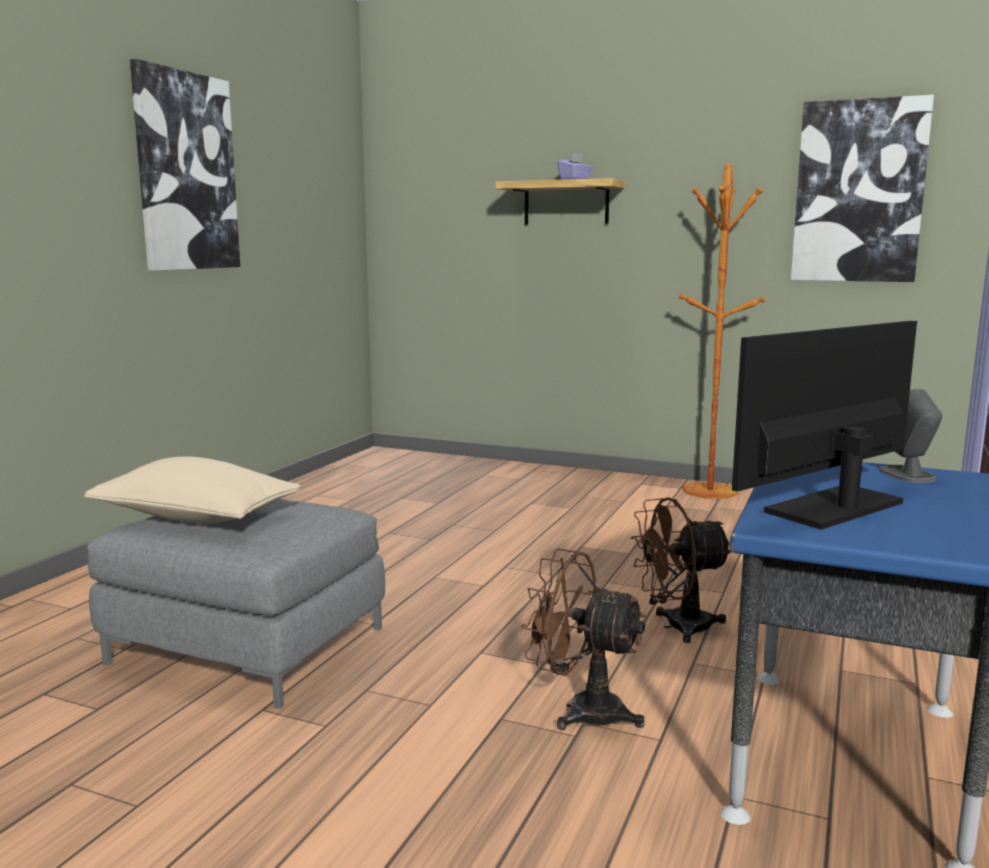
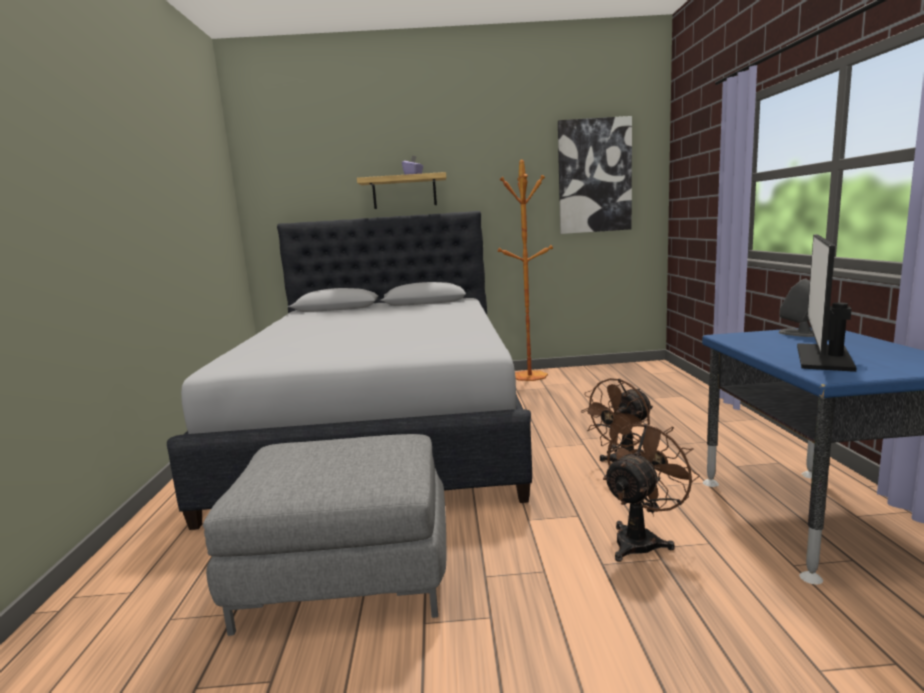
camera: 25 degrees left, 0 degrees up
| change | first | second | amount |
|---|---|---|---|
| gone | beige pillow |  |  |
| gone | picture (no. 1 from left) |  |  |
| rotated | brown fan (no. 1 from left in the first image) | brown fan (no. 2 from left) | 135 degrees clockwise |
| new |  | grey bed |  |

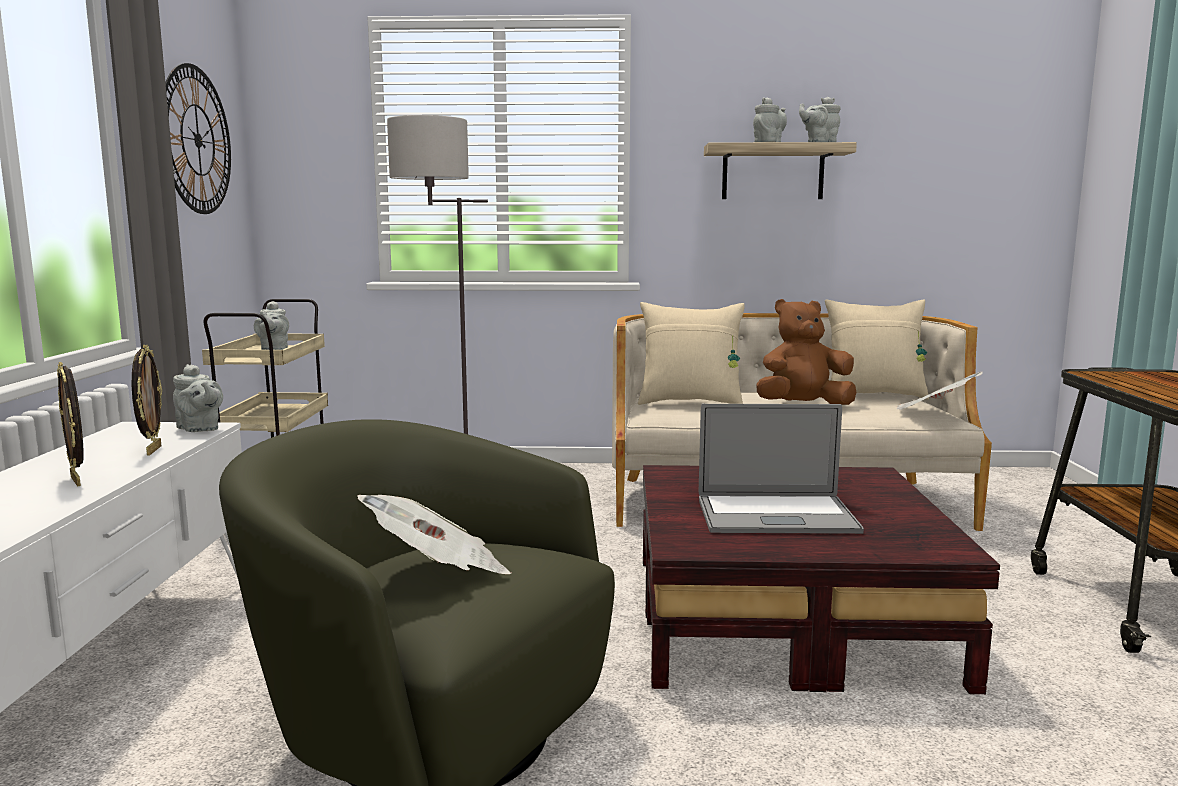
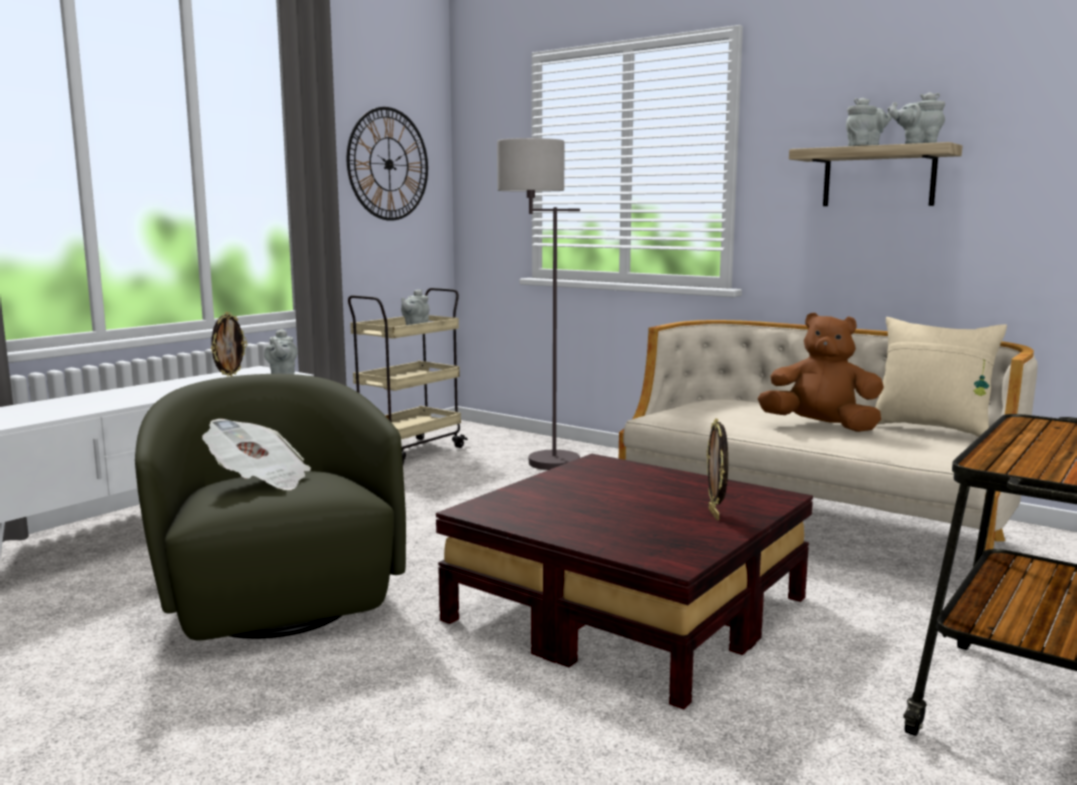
camera: 35 degrees right, 0 degrees up
| change | first | second | amount |
|---|---|---|---|
| shifted | picture frame (no. 1 from left in the first image) | picture frame (no. 2 from left) |  |
| gone | beige pillow (no. 1 from left) |  |  |
| gone | laptop |  |  |
| gone | newspaper (no. 2 from left) |  |  |

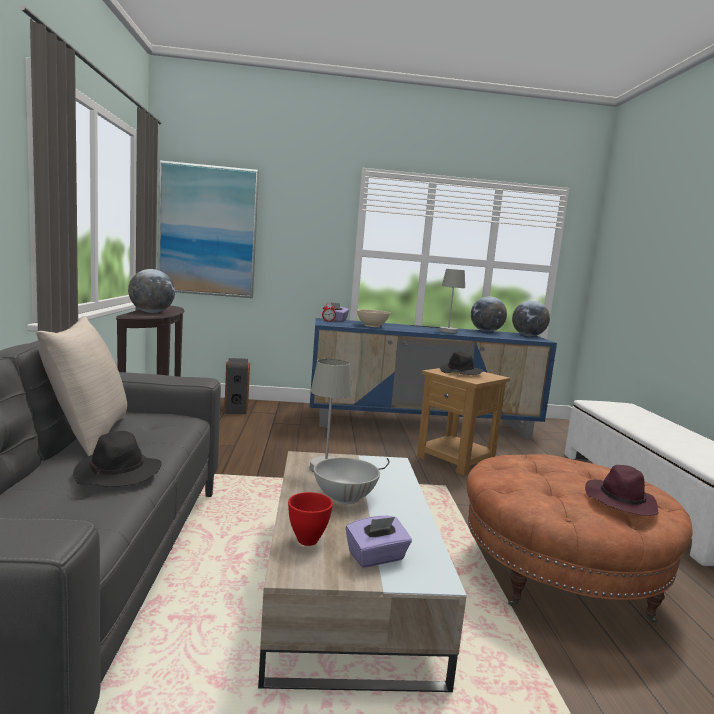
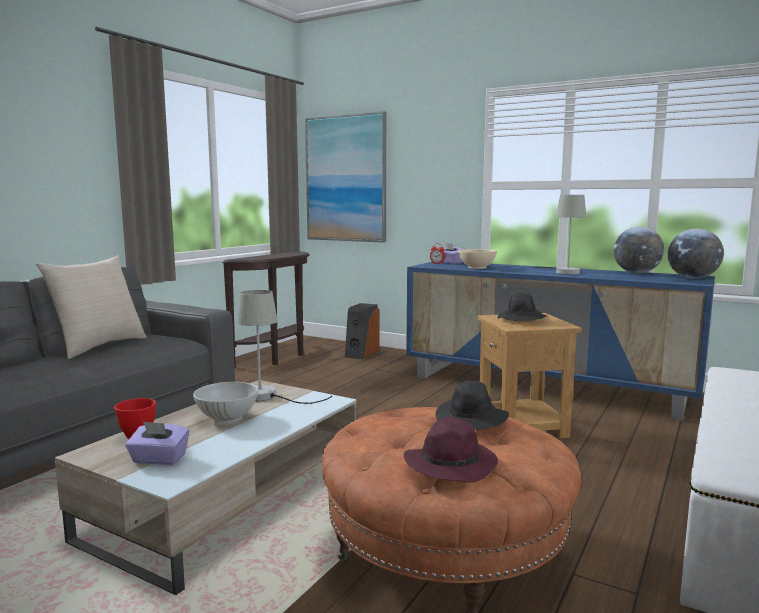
camera: 35 degrees right, 0 degrees up
| change | first | second | amount |
|---|---|---|---|
| shifted | black hat (no. 1 from left) |  |  |
| gone | globe (no. 1 from left) |  |  |

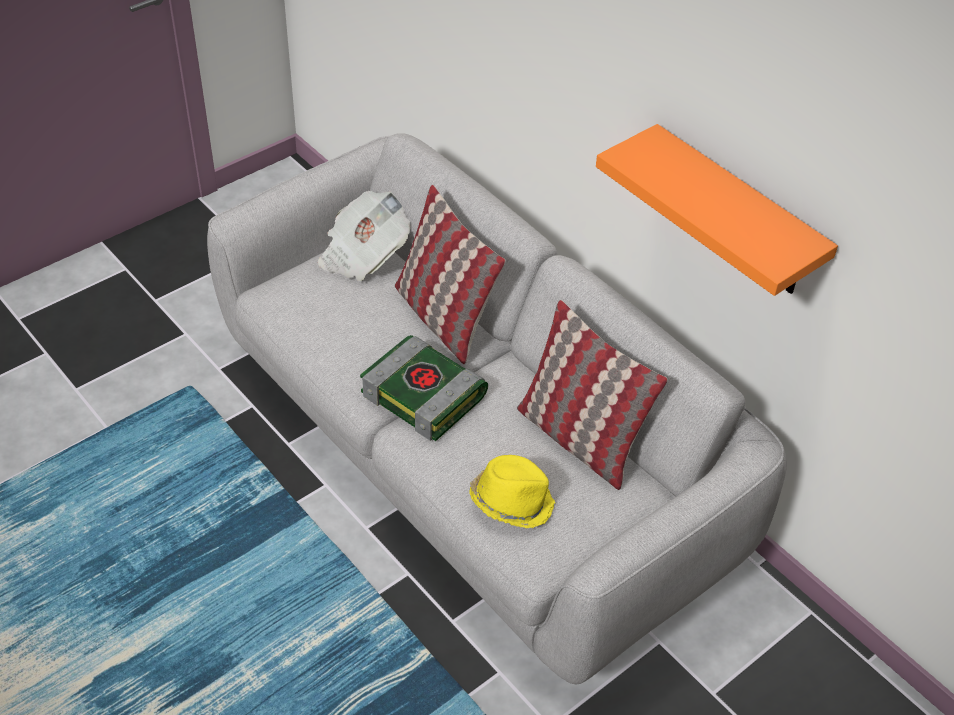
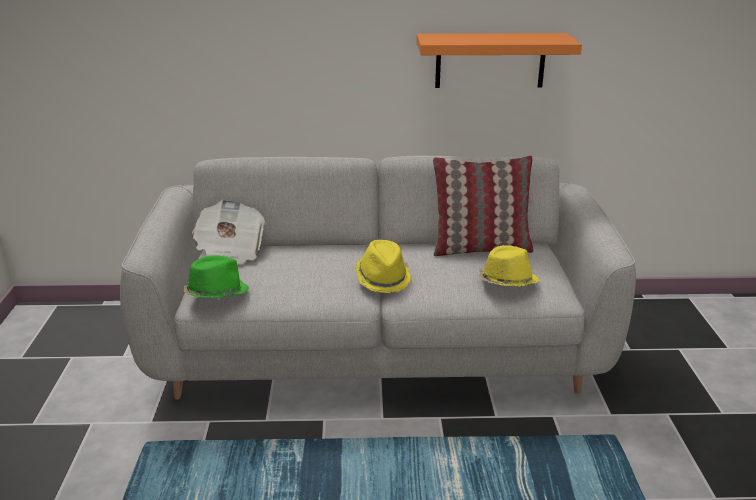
camera: 50 degrees left, 20 degrees down
| change | first | second | amount |
|---|---|---|---|
| swapped | book | yellow hat (no. 1 from left) |  |
| gone | pillow (no. 1 from left) |  |  |
| new |  | green hat |  |

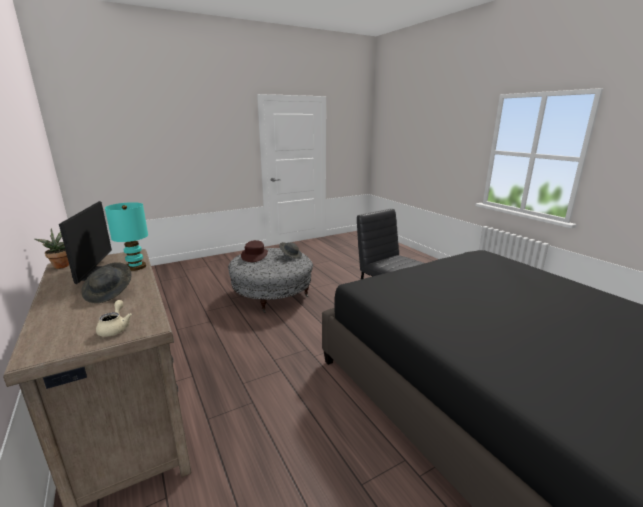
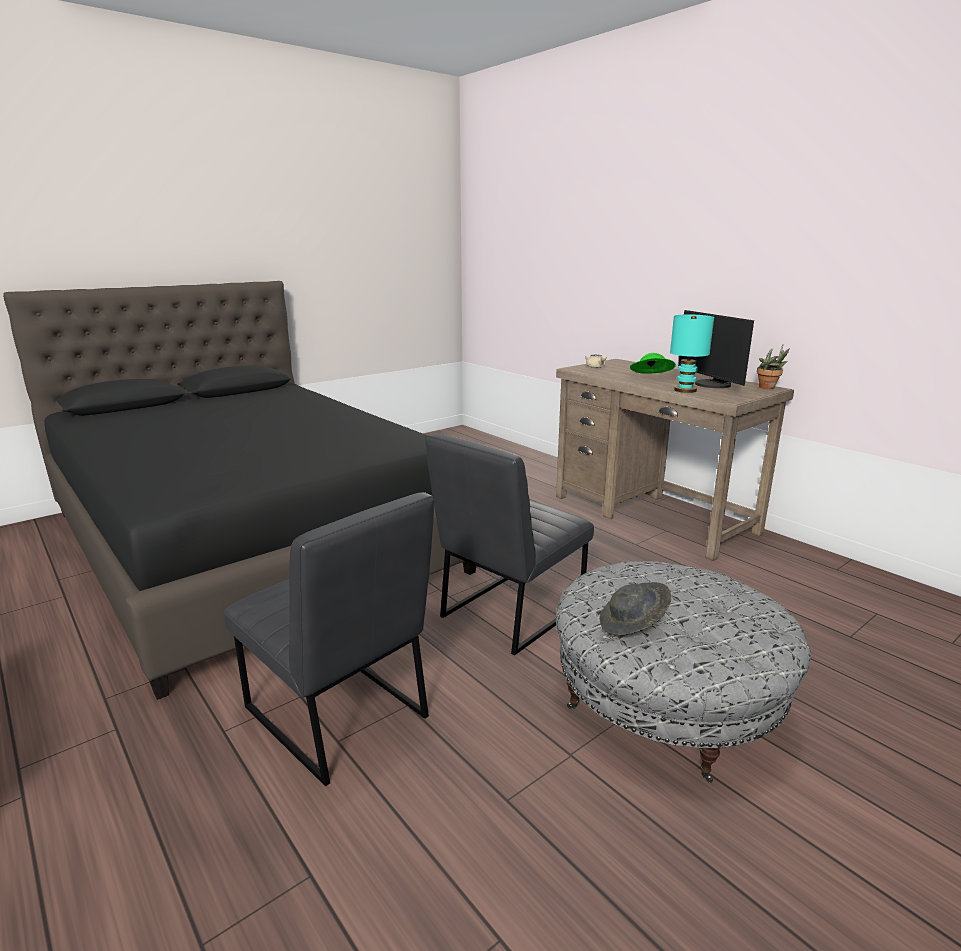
camera: 170 degrees right, 0 degrees up
| change | first | second | amount |
|---|---|---|---|
| repainted | grey hat (no. 1 from left) | green hat |  |
| gone | brown hat |  |  |
| new |  | grey chair (no. 2 from left) |  |

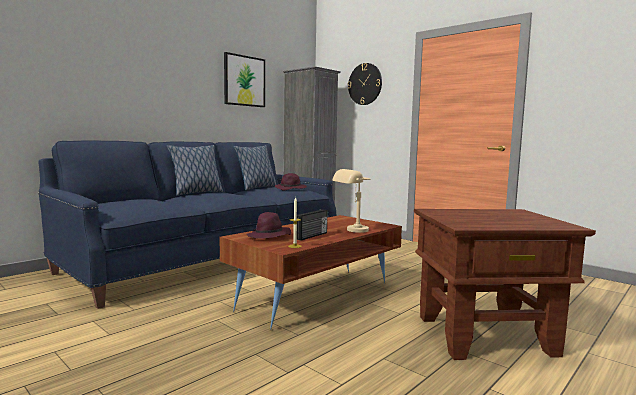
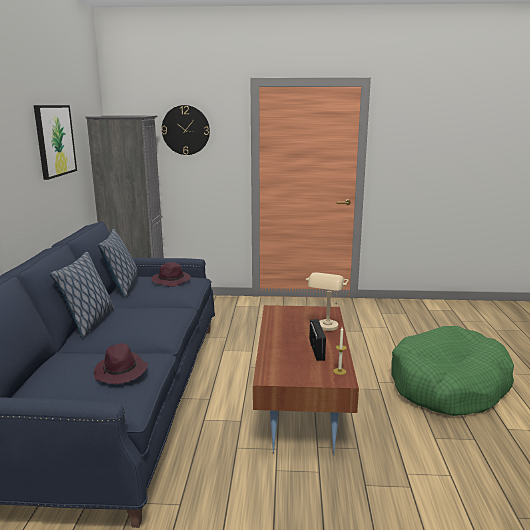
camera: 40 degrees left, 10 degrees up
| change | first | second | amount |
|---|---|---|---|
| shifted | purple hat (no. 1 from left) |  |  |
| swapped | brown side table | green dog bed |  |

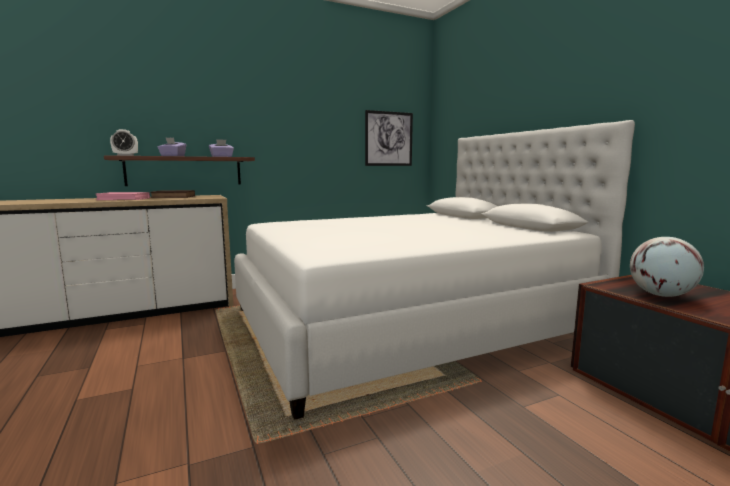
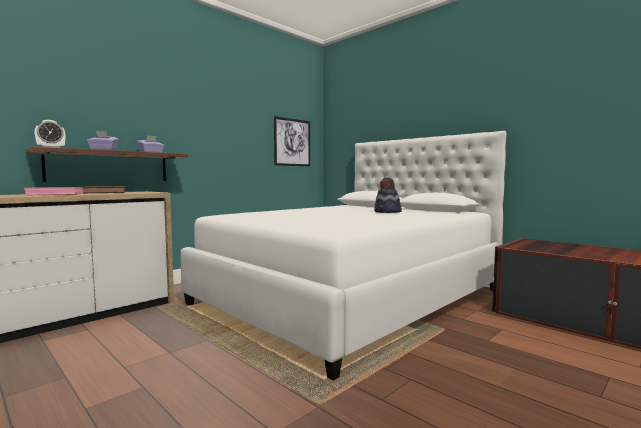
camera: 20 degrees left, 5 degrees down
| change | first | second | amount |
|---|---|---|---|
| gone | globe |  |  |
| new |  | hat |  |

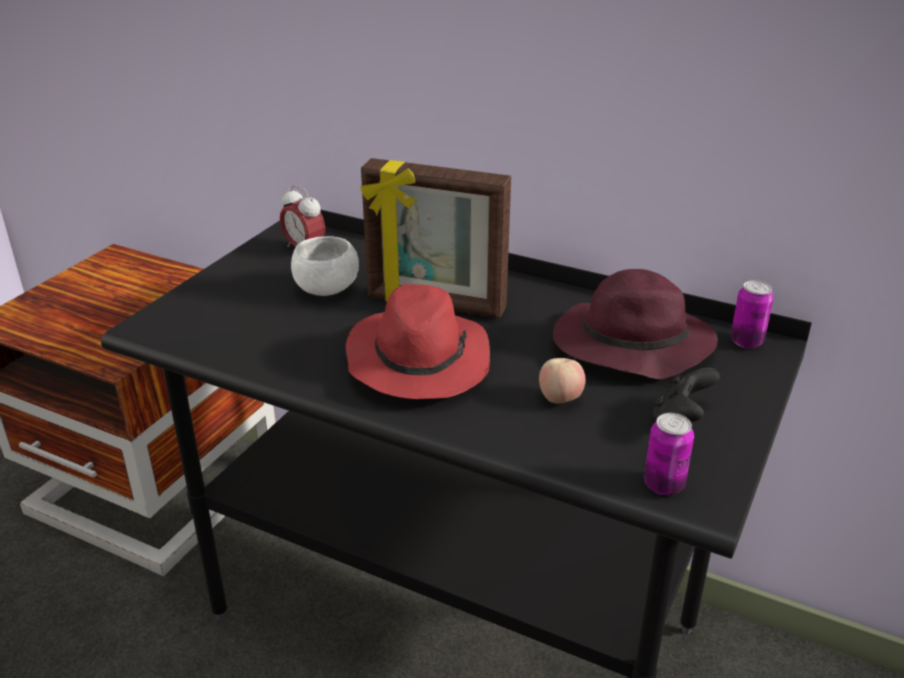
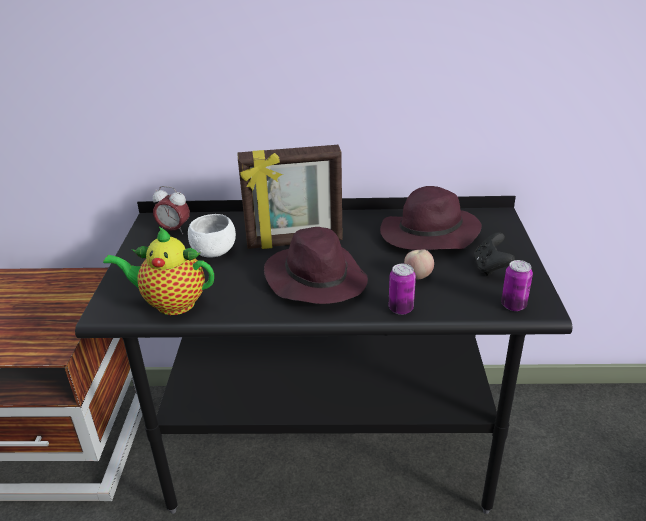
camera: 25 degrees left, 0 degrees up
| change | first | second | amount |
|---|---|---|---|
| repainted | red hat | purple hat (no. 1 from left) |  |
| shifted | can (no. 2 from left in the first image) | can (no. 1 from left) |  |
| new |  | teapot |  |

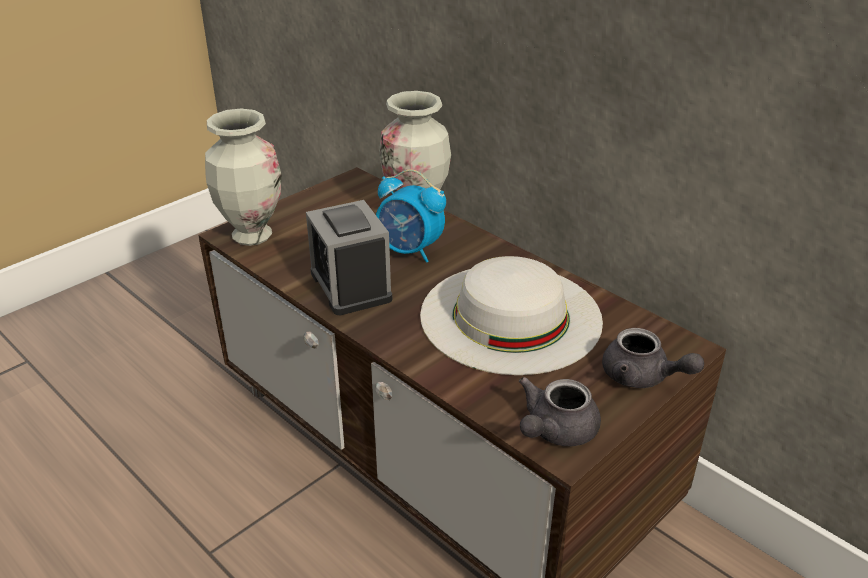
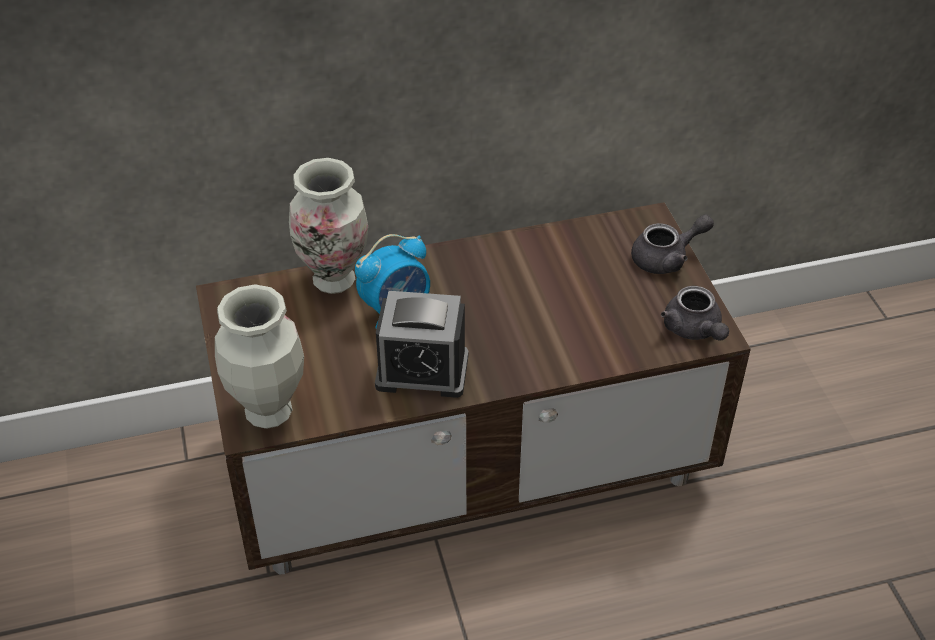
camera: 60 degrees left, 10 degrees up
| change | first | second | amount |
|---|---|---|---|
| gone | white hat |  |  |

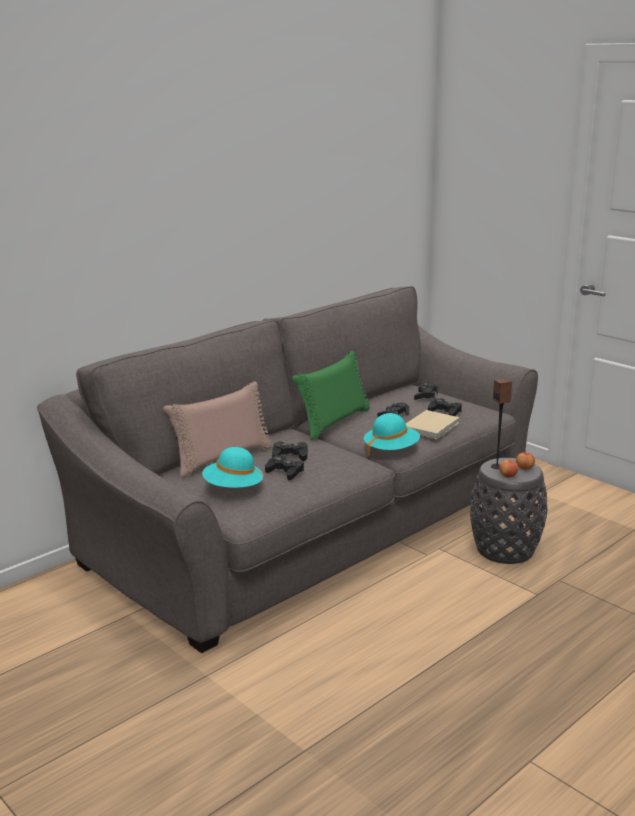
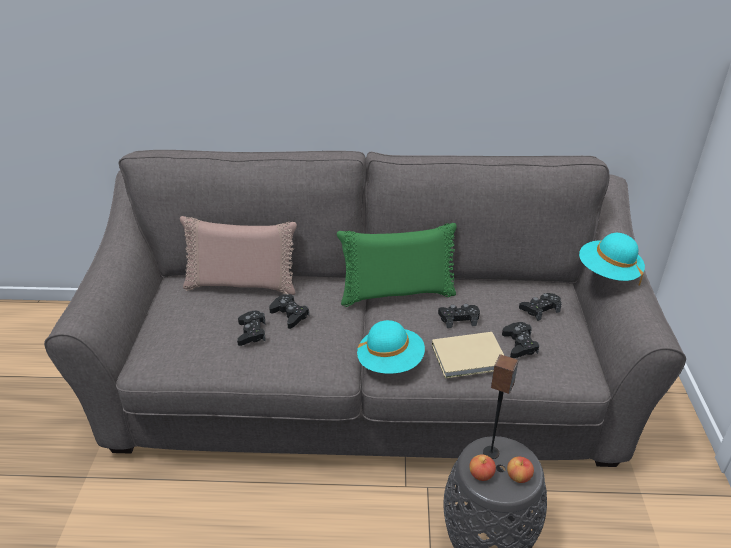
camera: 45 degrees right, 15 degrees up
| change | first | second | amount |
|---|---|---|---|
| shifted | turquoise hat (no. 1 from left in the first image) | turquoise hat (no. 2 from left) |  |

